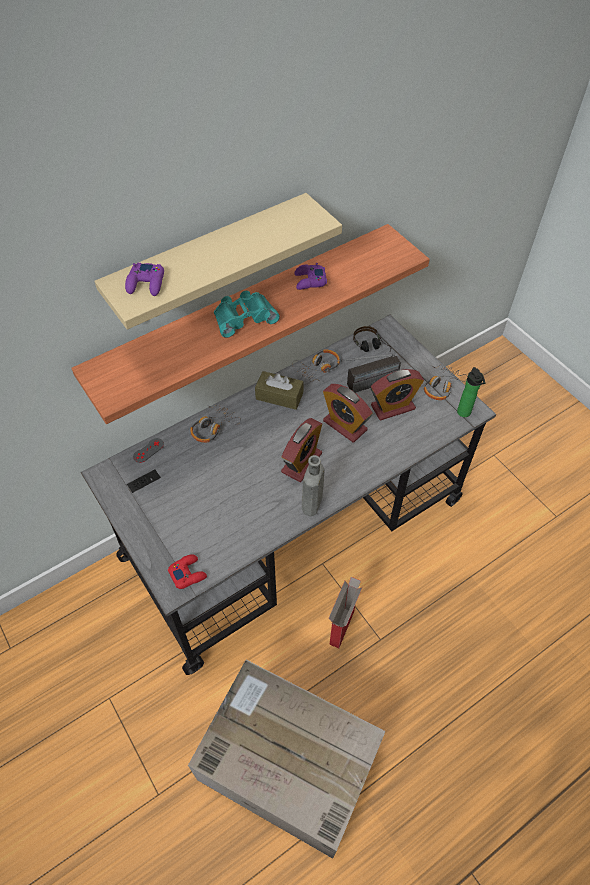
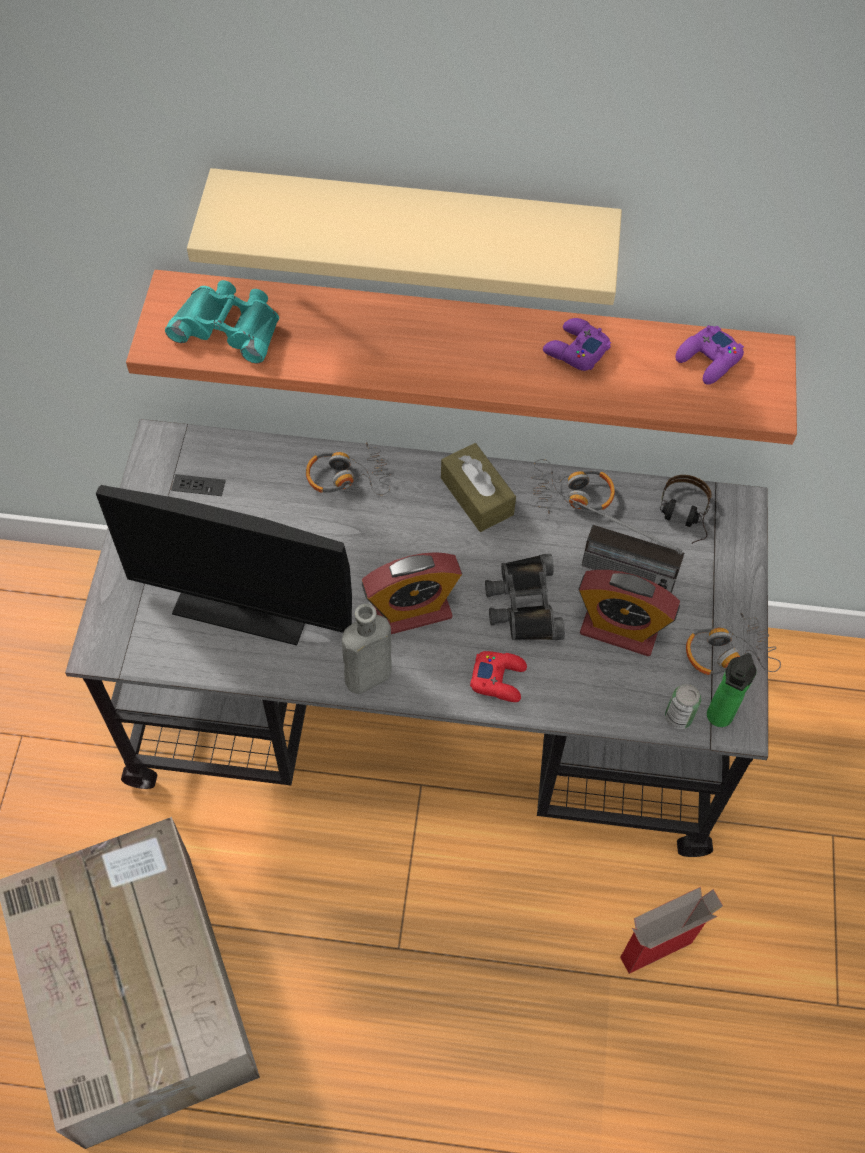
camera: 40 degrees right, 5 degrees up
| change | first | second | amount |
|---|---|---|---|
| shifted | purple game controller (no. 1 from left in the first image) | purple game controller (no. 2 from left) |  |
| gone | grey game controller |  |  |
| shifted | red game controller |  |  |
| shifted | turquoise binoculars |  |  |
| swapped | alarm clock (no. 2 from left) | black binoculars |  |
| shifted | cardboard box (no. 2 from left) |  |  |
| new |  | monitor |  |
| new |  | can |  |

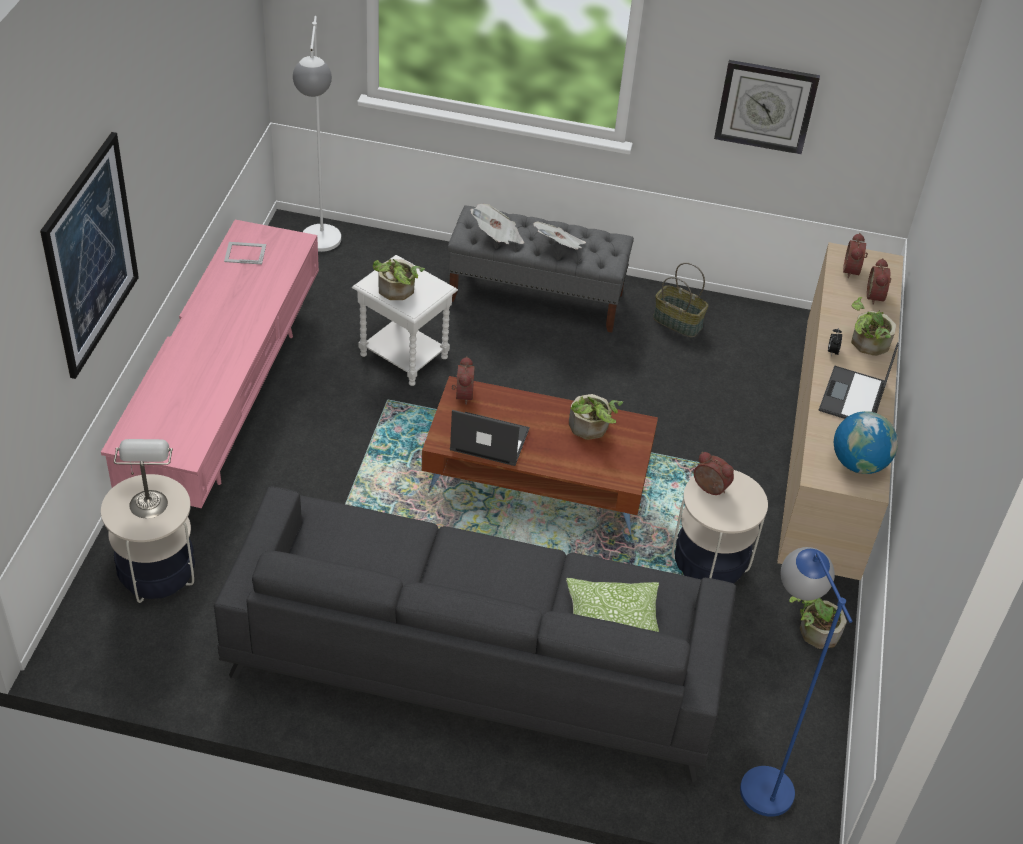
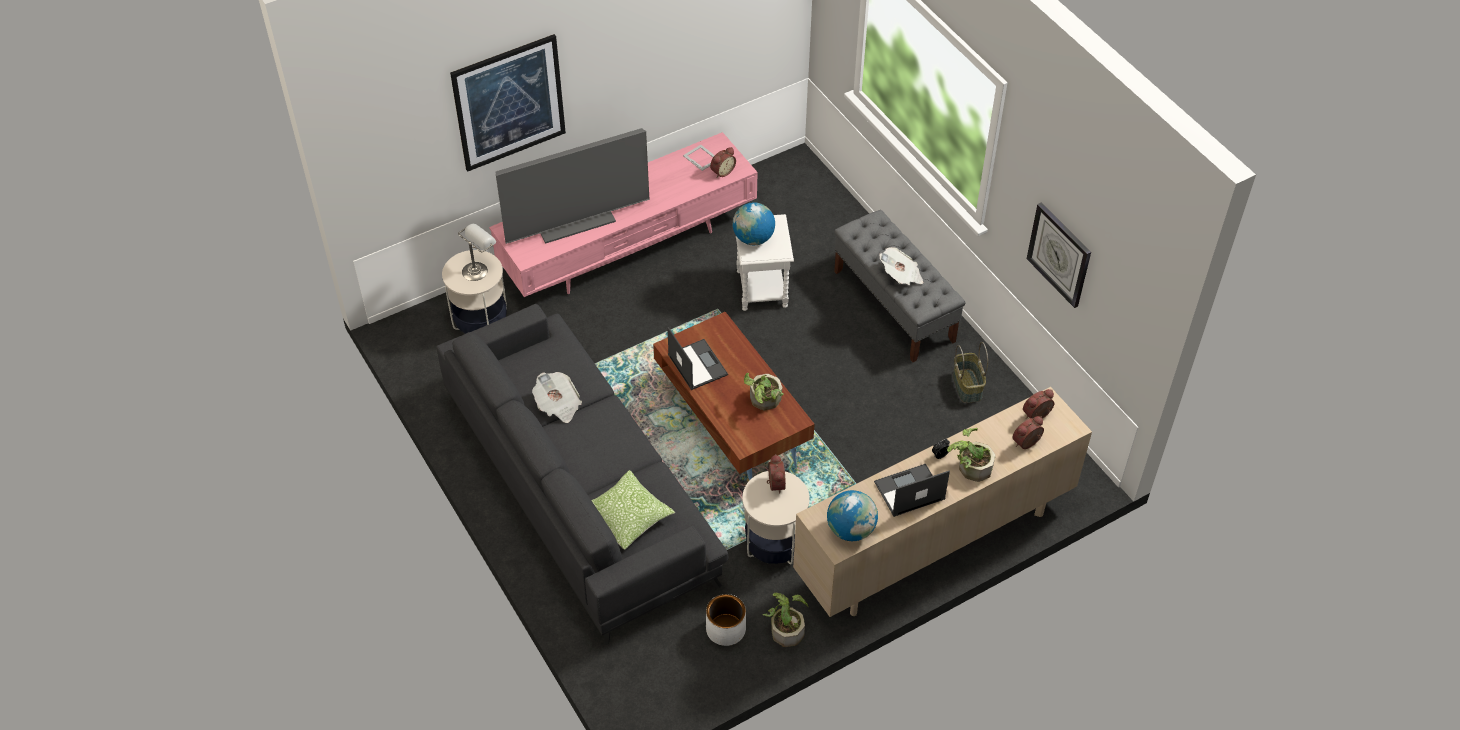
camera: 50 degrees right, 5 degrees up
| change | first | second | amount |
|---|---|---|---|
| gone | white floor lamp |  |  |
| swapped | potted plant (no. 1 from left) | globe (no. 1 from left) |  |
| shifted | alarm clock (no. 1 from left) |  |  |
| shifted | newspaper (no. 1 from left) |  |  |
| gone | blue floor lamp |  |  |
| new |  | television |  |
| new |  | white planter |  |

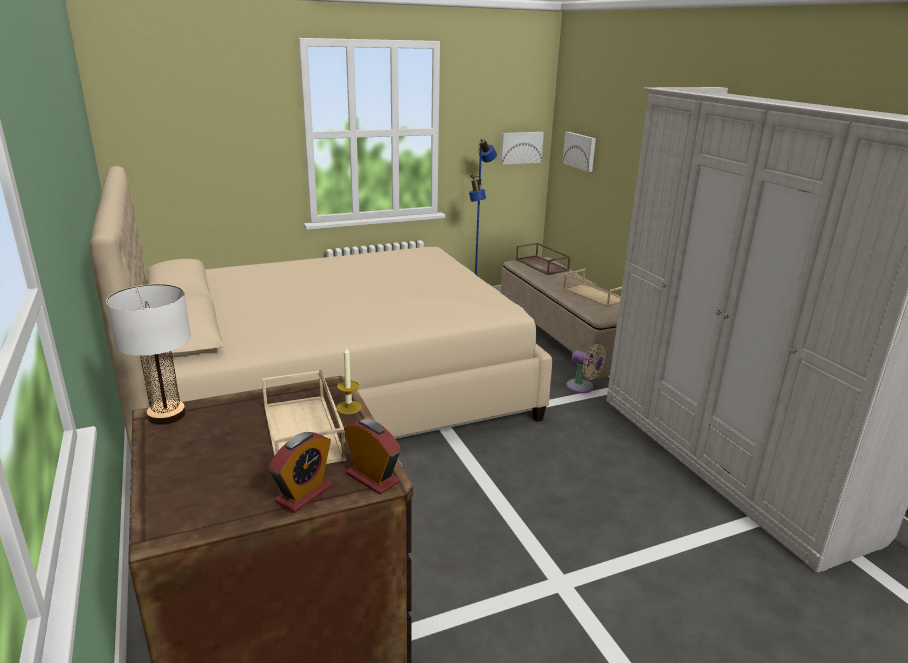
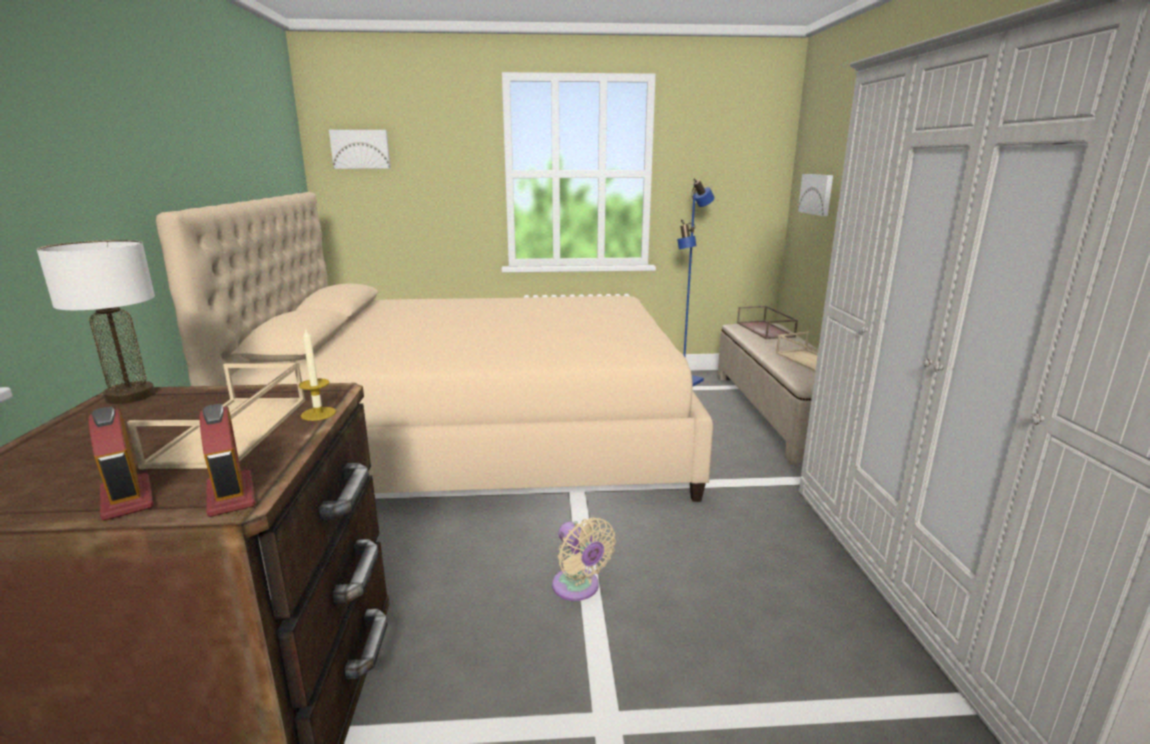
camera: 20 degrees right, 5 degrees down
| change | first | second | amount |
|---|---|---|---|
| rotated | alarm clock (no. 1 from left) |  | 90 degrees clockwise |
| shifted | picture (no. 1 from left) |  |  |
| shifted | beige fan |  |  |

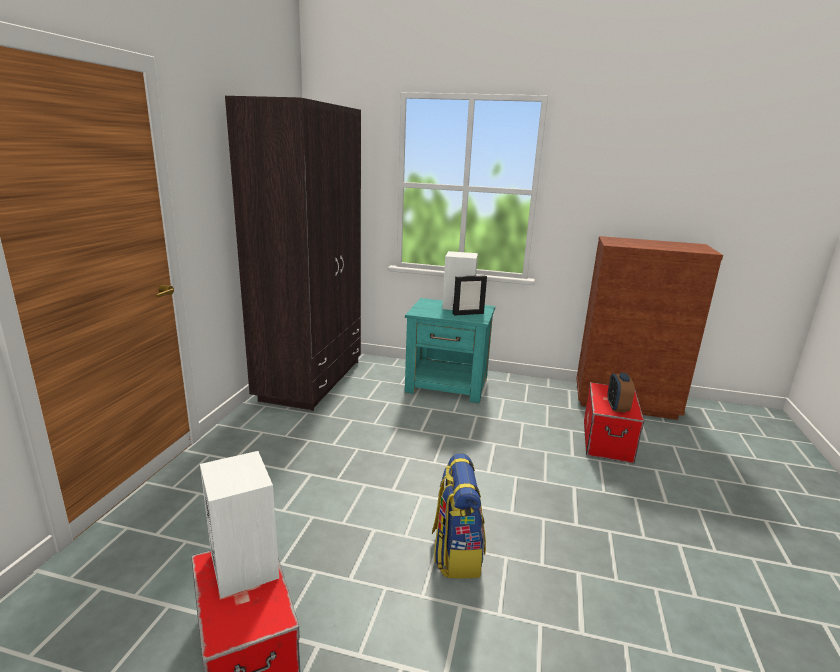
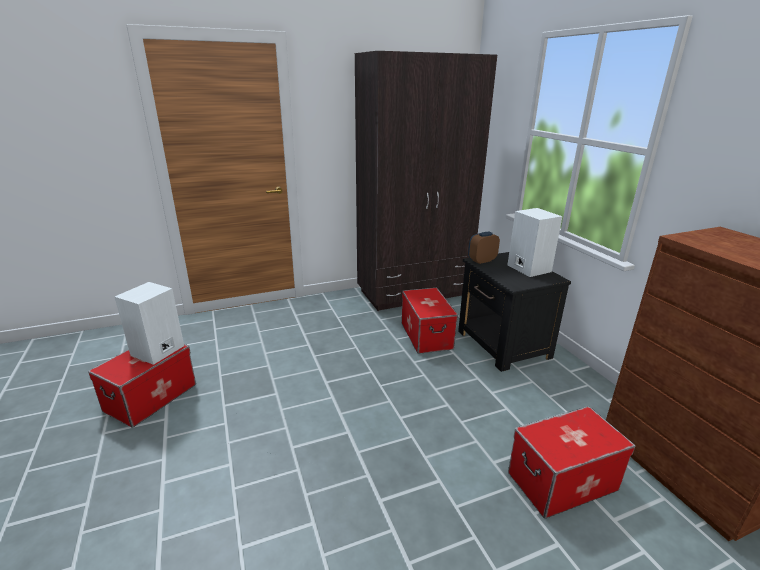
camera: 55 degrees right, 5 degrees up
| change | first | second | amount |
|---|---|---|---|
| repainted | turquoise nightstand | black nightstand |  |
| gone | backpack |  |  |
| gone | picture frame |  |  |
| shifted | alarm clock |  |  |
| new |  | storage box (no. 2 from left) |  |

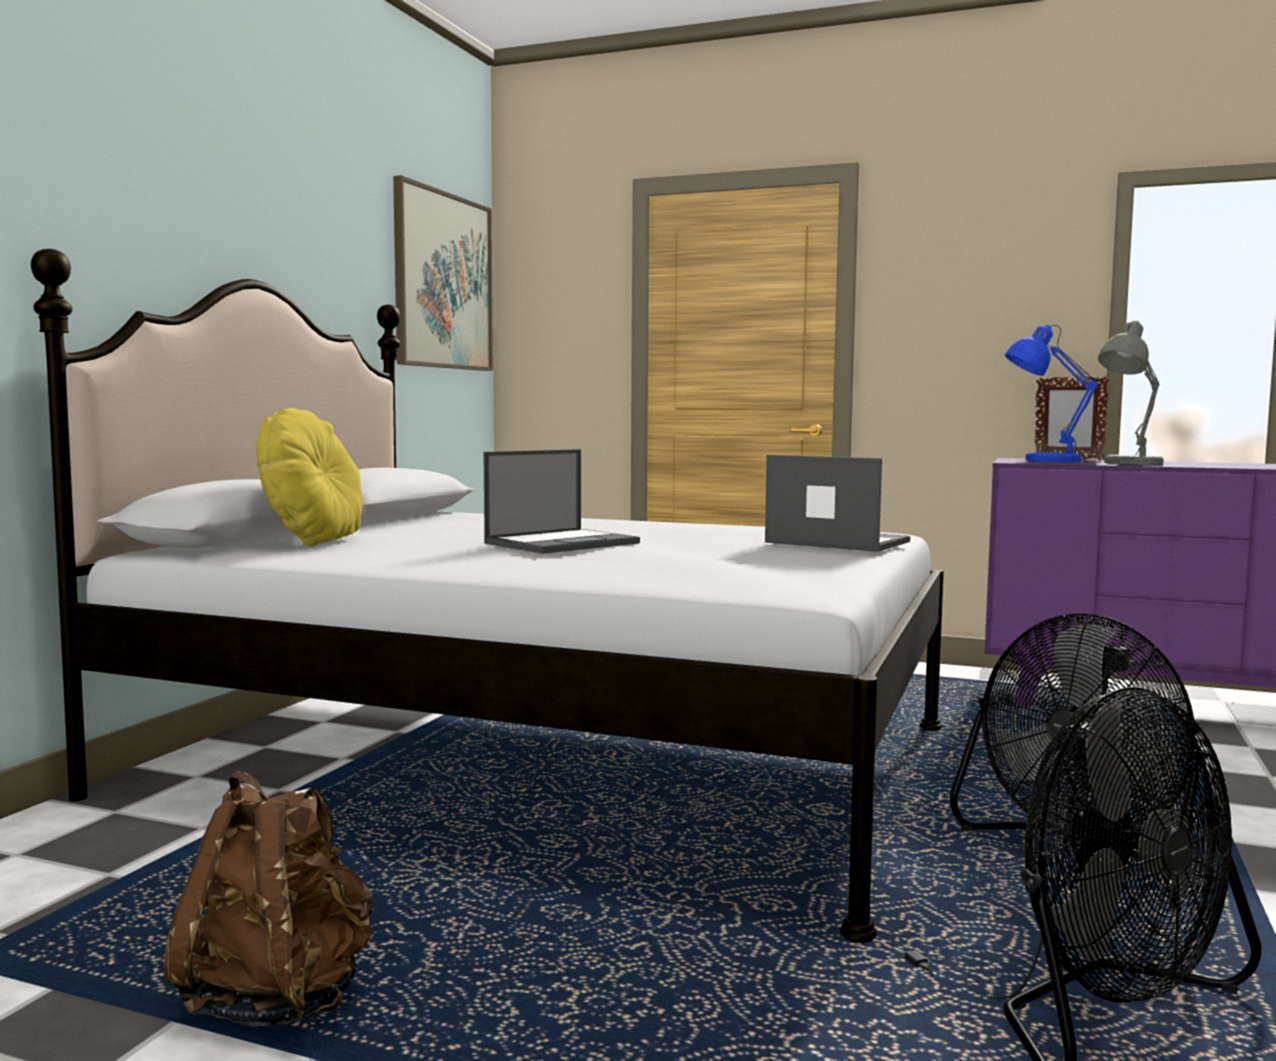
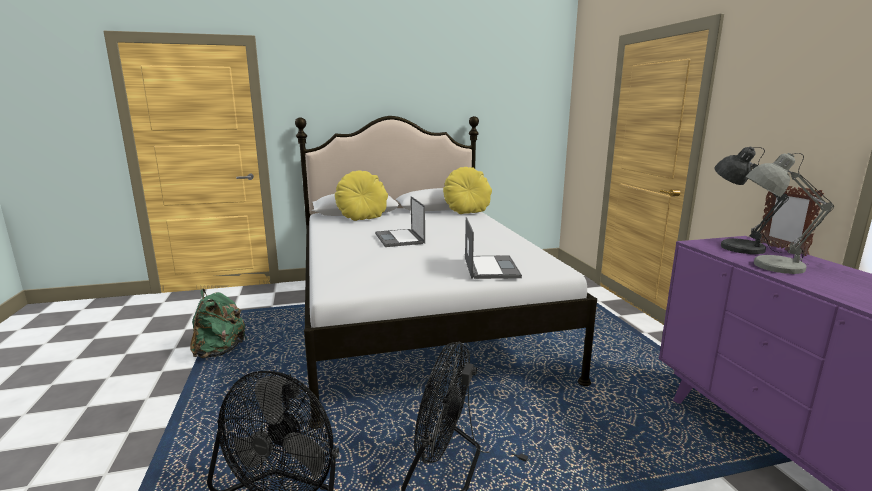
camera: 55 degrees right, 10 degrees up
| change | first | second | amount |
|---|---|---|---|
| repainted | brown backpack | green backpack |  |
| gone | picture |  |  |
| rotated | laptop (no. 1 from left) |  | 60 degrees clockwise |
| repainted | blue table lamp | grey table lamp (no. 1 from left) |  |
| new |  | yellow pillow (no. 2 from left) |  |

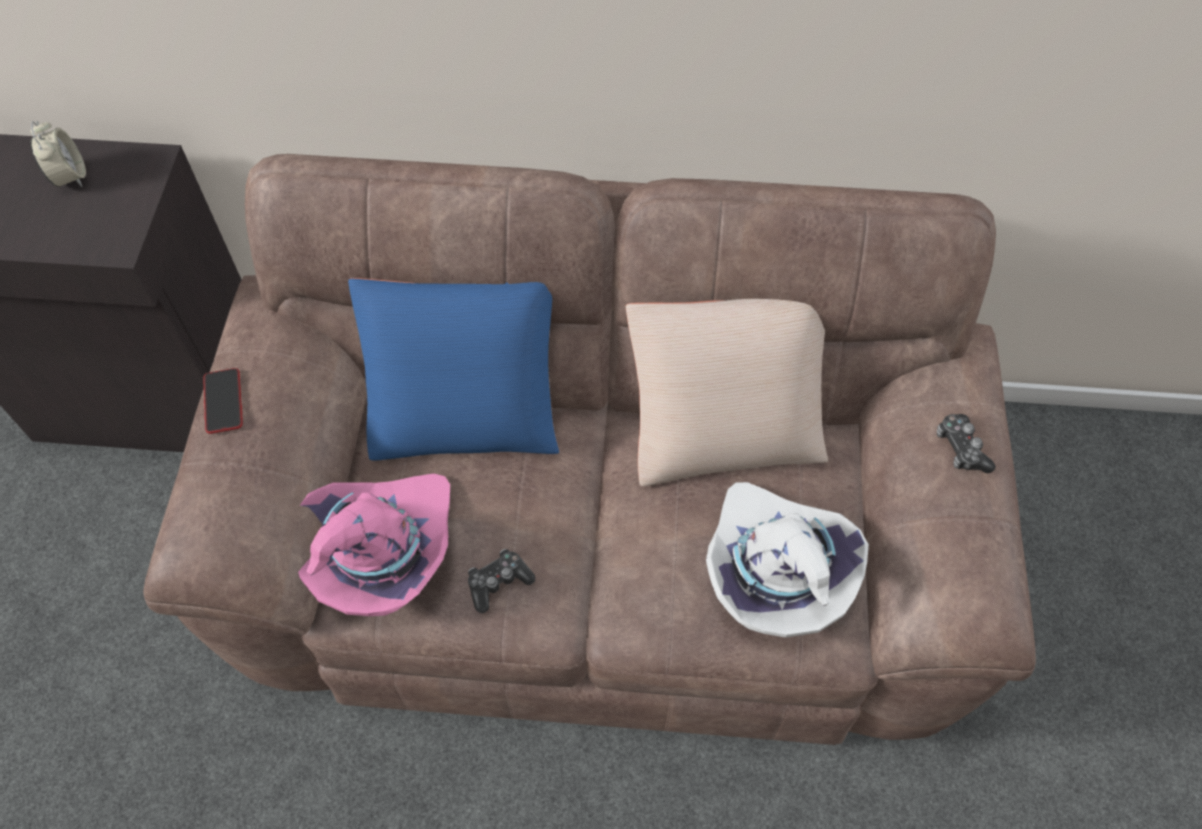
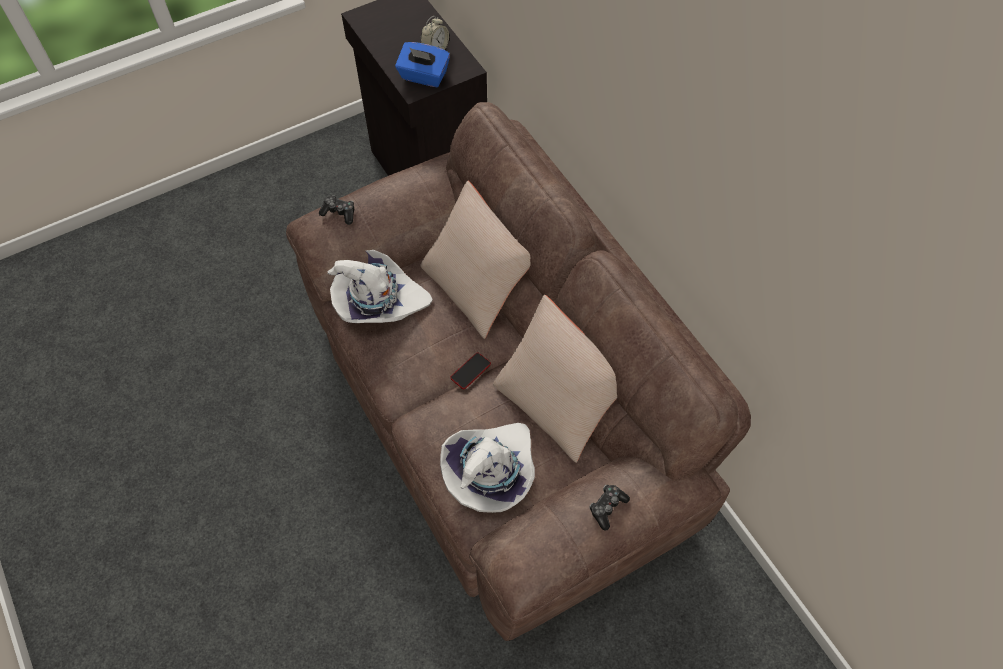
camera: 55 degrees right, 0 degrees up
| change | first | second | amount |
|---|---|---|---|
| shifted | phone |  |  |
| repainted | pink hat | white hat (no. 1 from left) |  |
| repainted | blue pillow | beige pillow (no. 1 from left) |  |
| shifted | game controller (no. 1 from left) |  |  |
| new |  | blue tissue box |  |

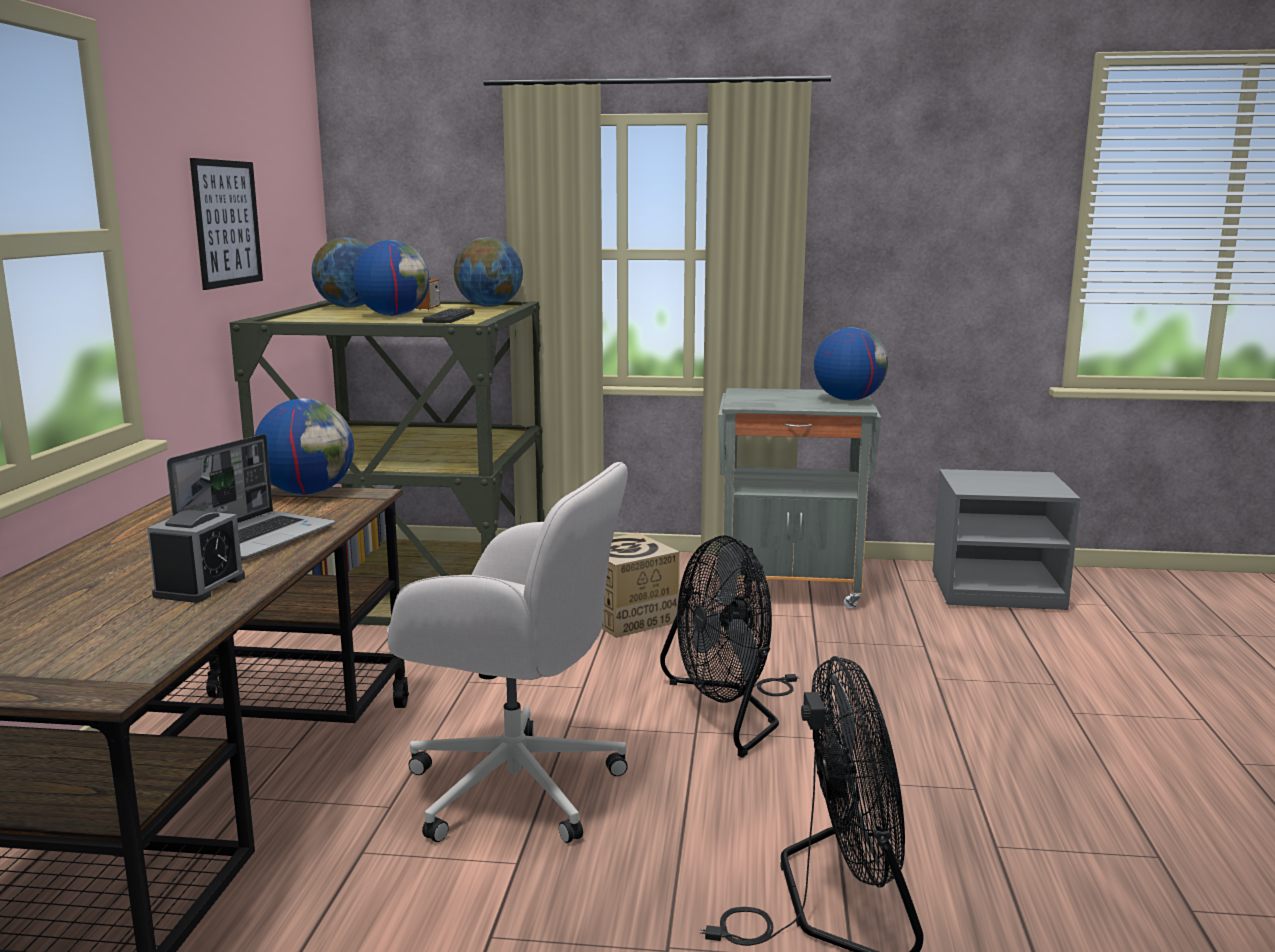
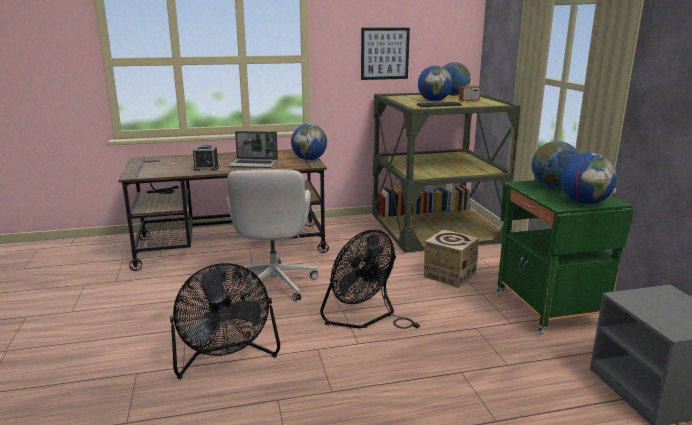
camera: 70 degrees right, 5 degrees up
| change | first | second | amount |
|---|---|---|---|
| shifted | globe (no. 4 from left) |  |  |
| repainted | grey cart | green cart |  |

